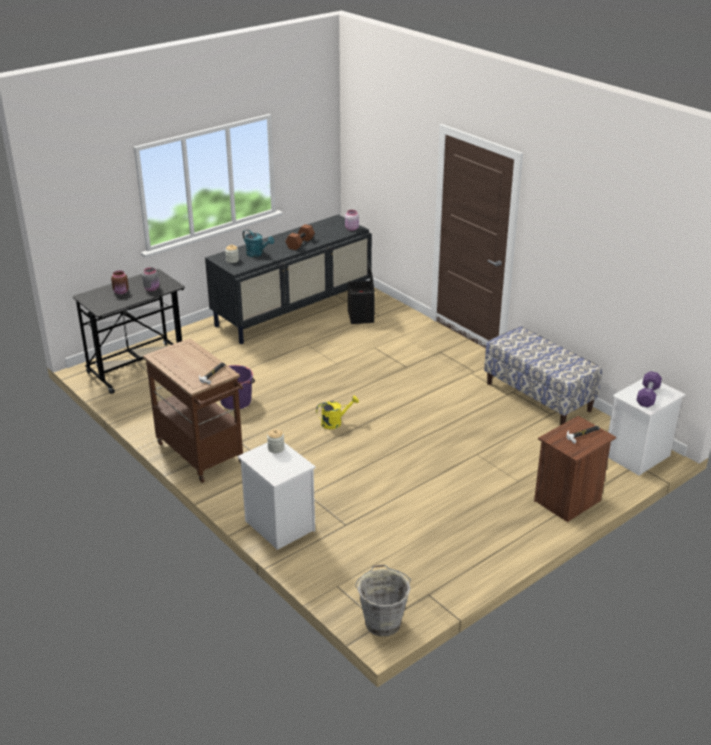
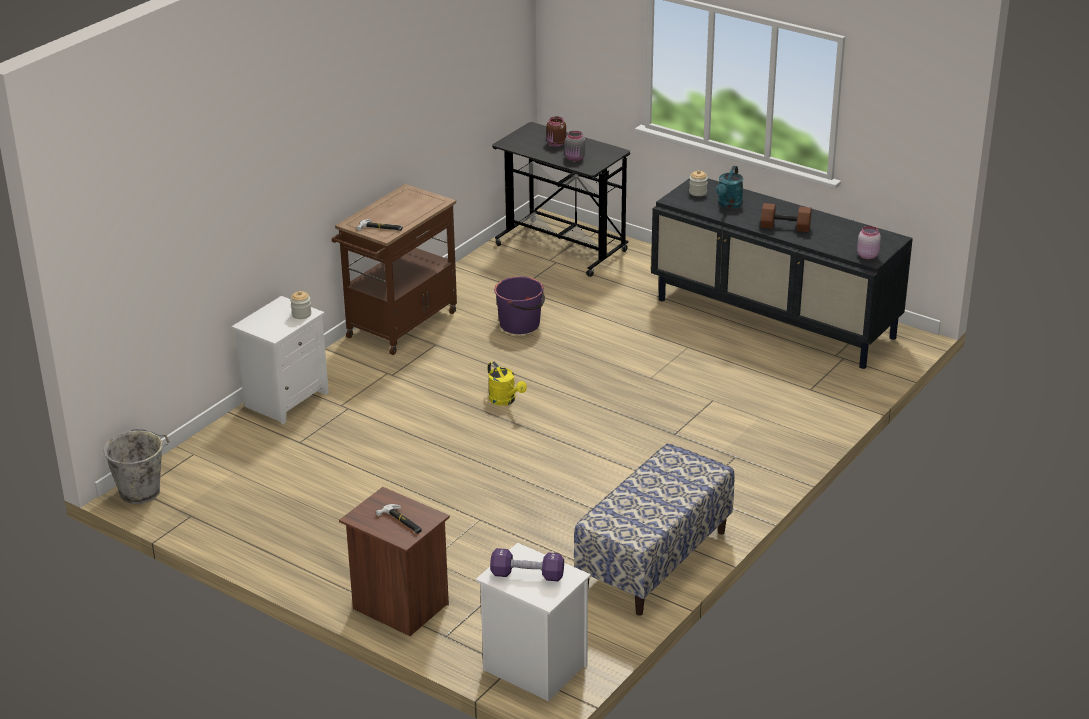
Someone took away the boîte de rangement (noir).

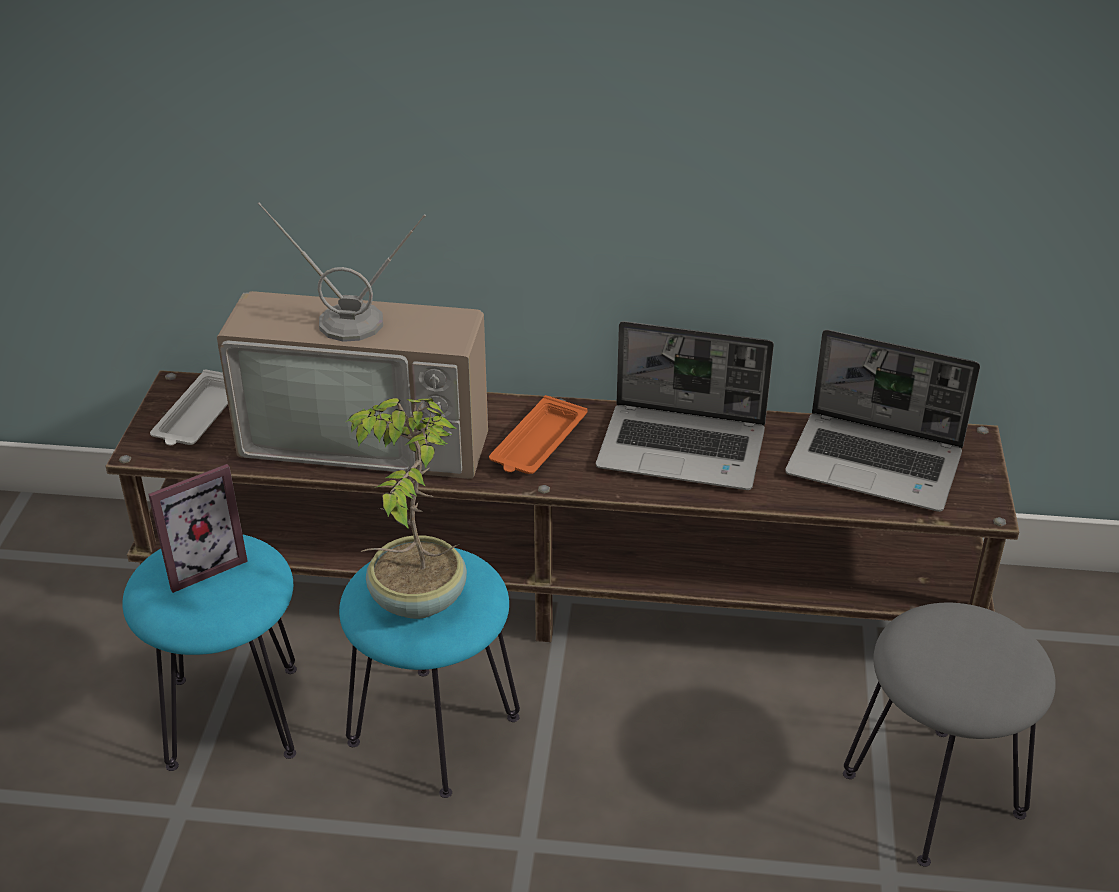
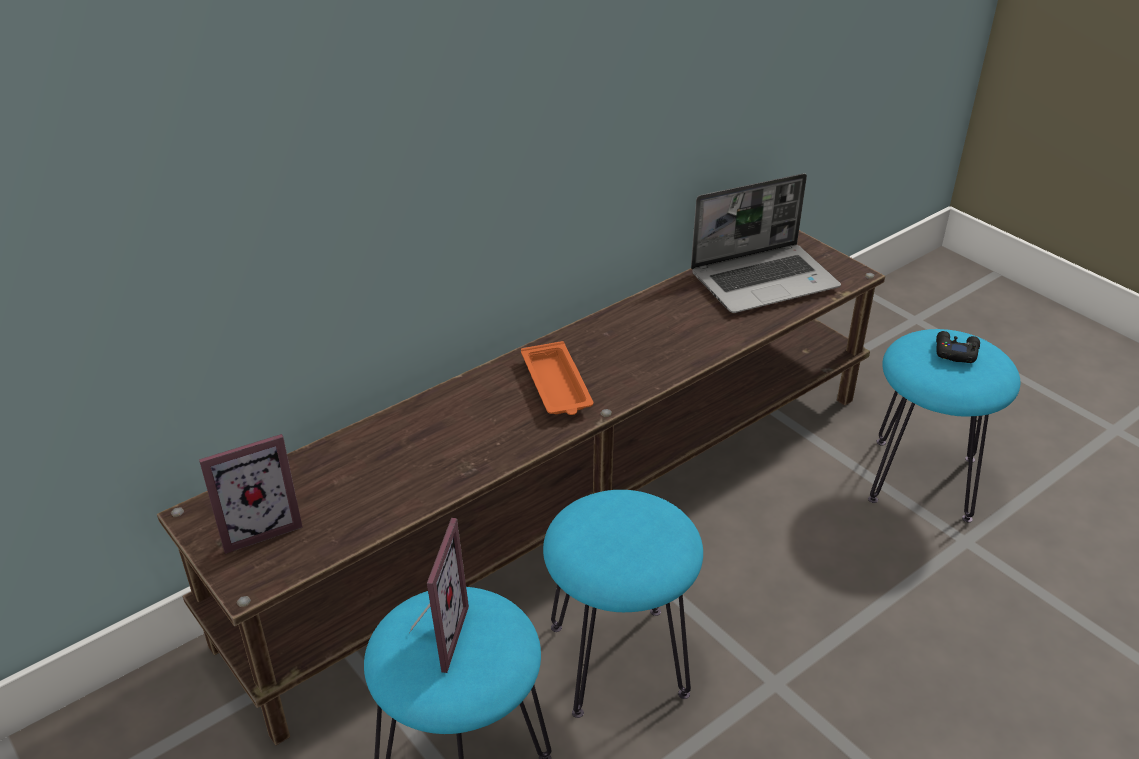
Someone took away the téléviseur. Someone took away the ordinateur portable (1st from left). Someone swapped the plateau (blanc) for the cadre photo (1st from left). Someone took away the plante en pot. Someone repainted the tabouret (gris), which became the tabouret (turquoise) (3rd from left). Someone put down the manette (noir).

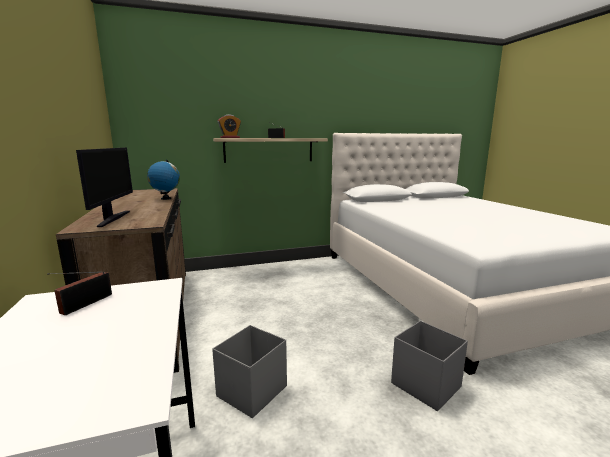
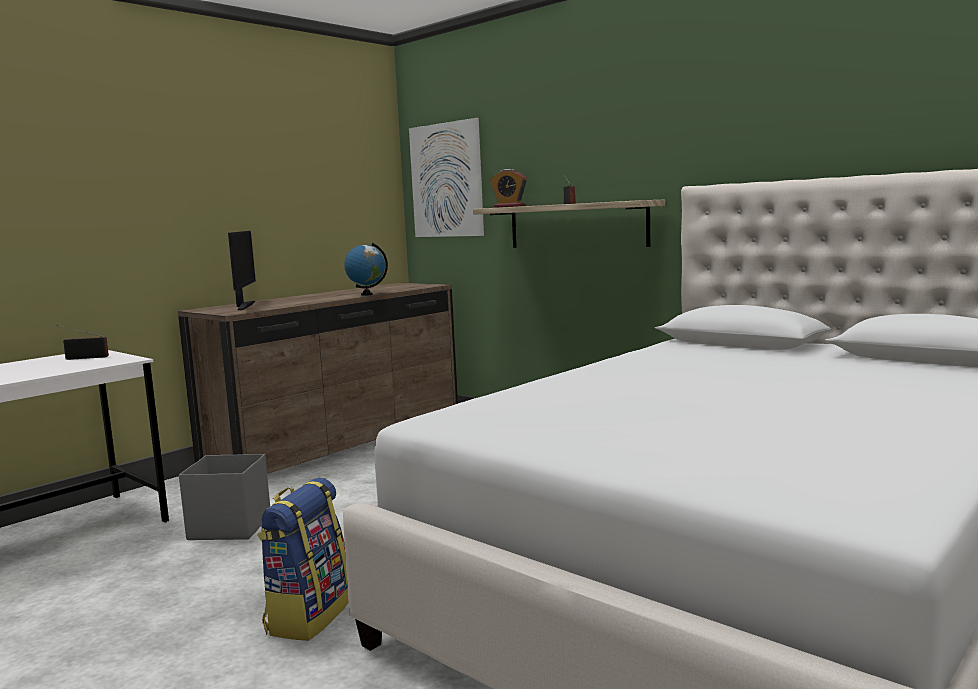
Someone rotated the écran d'ordinateur by 60 degrees counterclockwise. Someone swapped the boîte de rangement (gris) (2nd from left) for the sac à dos. Someone put up the tableau.

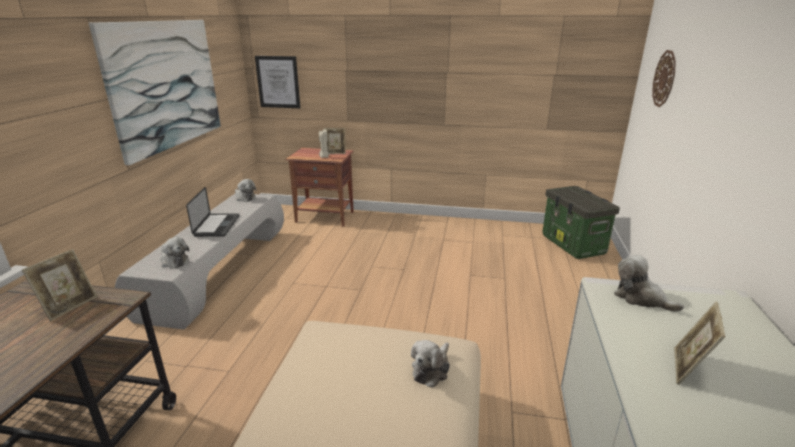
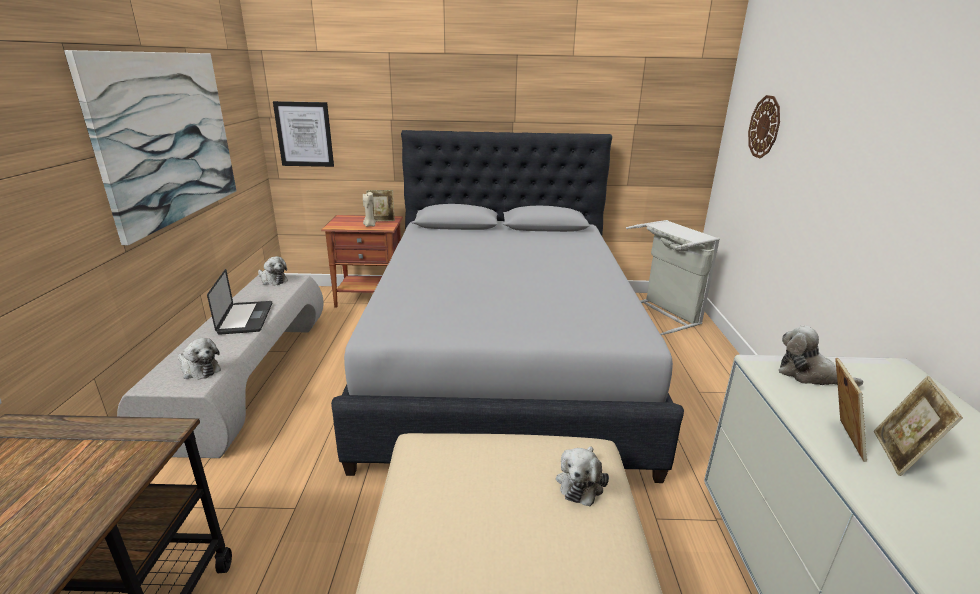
Someone swapped the boîte de rangement for the panier à linge (gris). Someone carried the cadre photo (1st from left in the first image). Someone put down the lit (gris).

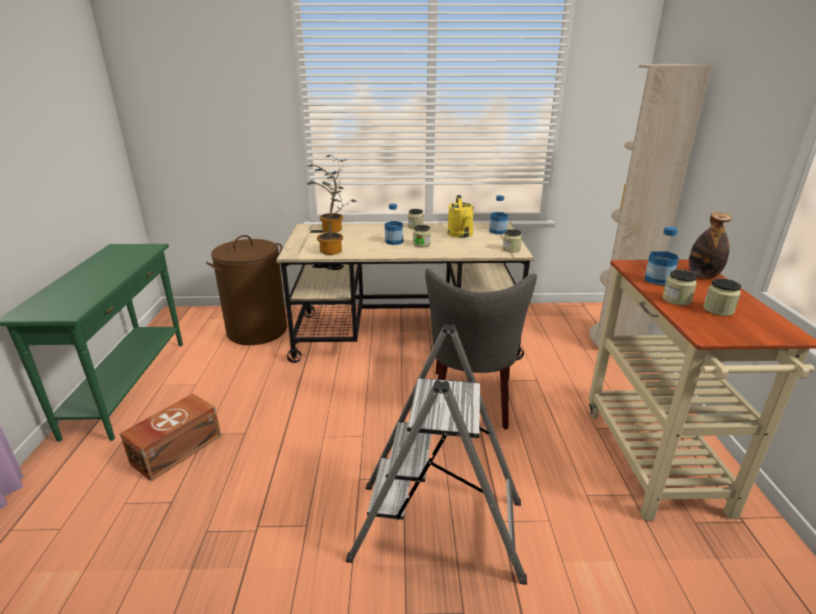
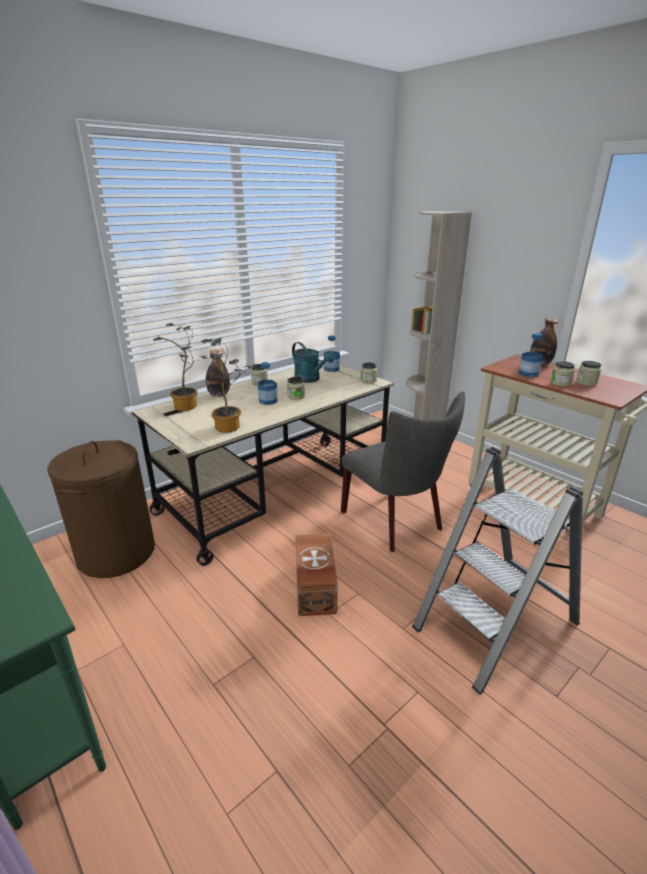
Someone repainted the arrosoir (jaune), which became the arrosoir (turquoise). Someone carried the boîte de rangement (marron). Someone put down the bouteille (1st from left).

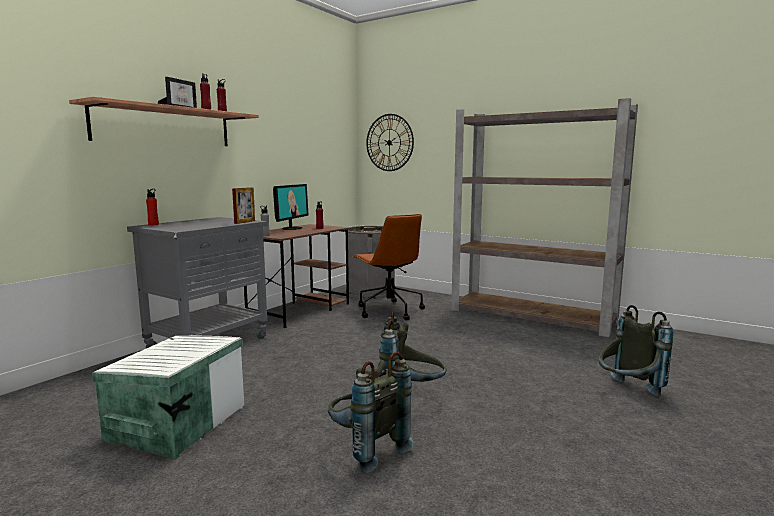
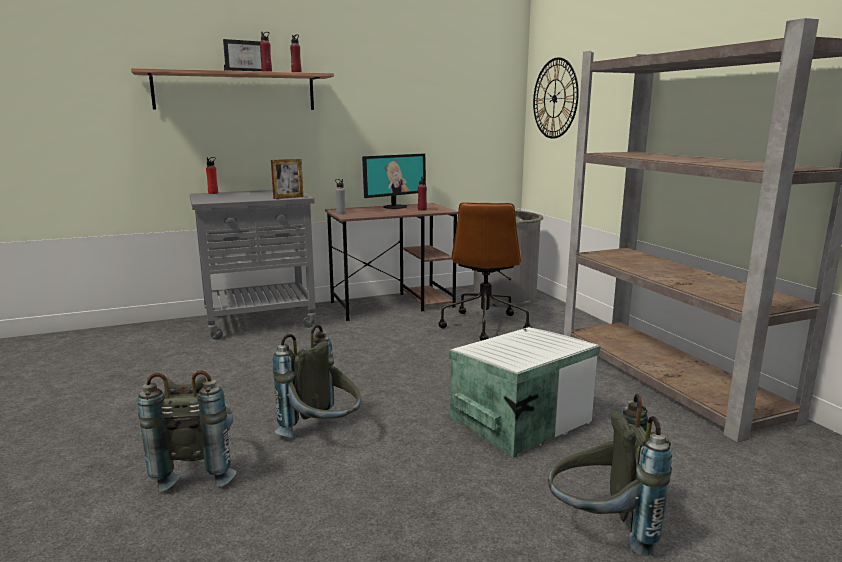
Someone carried the boîte de rangement (blanc).

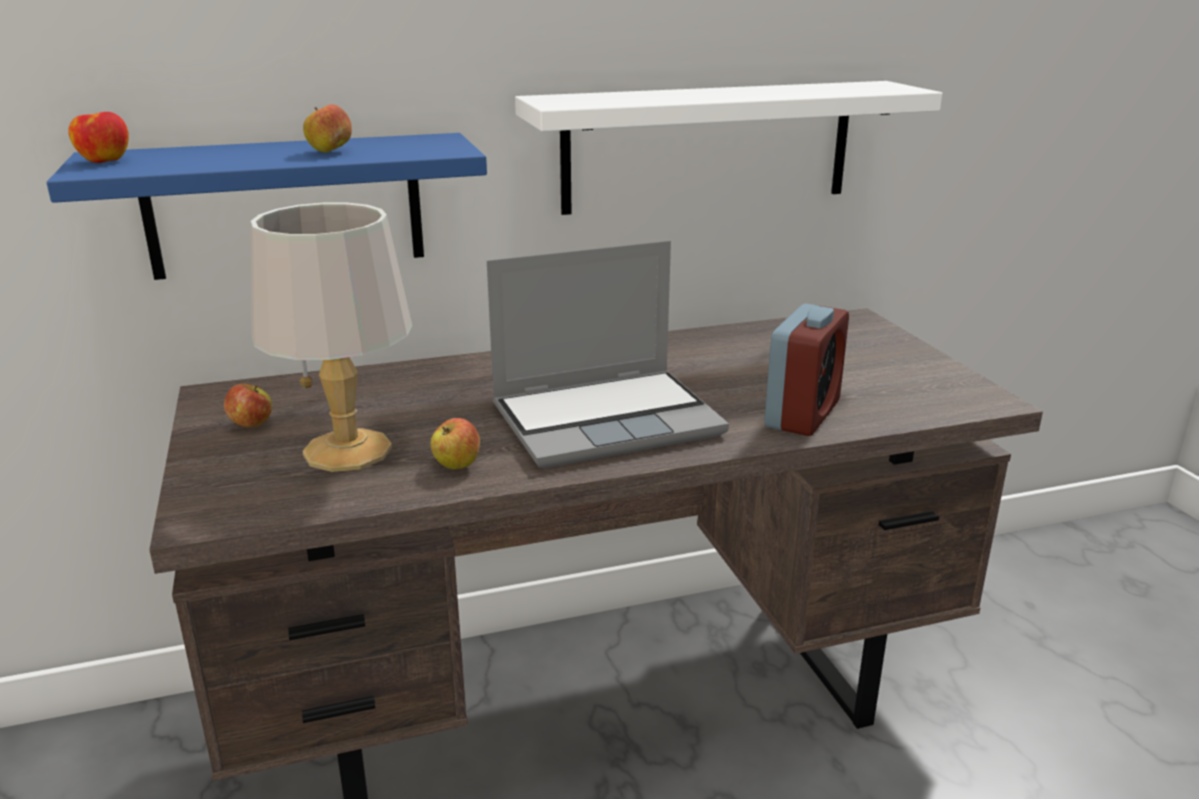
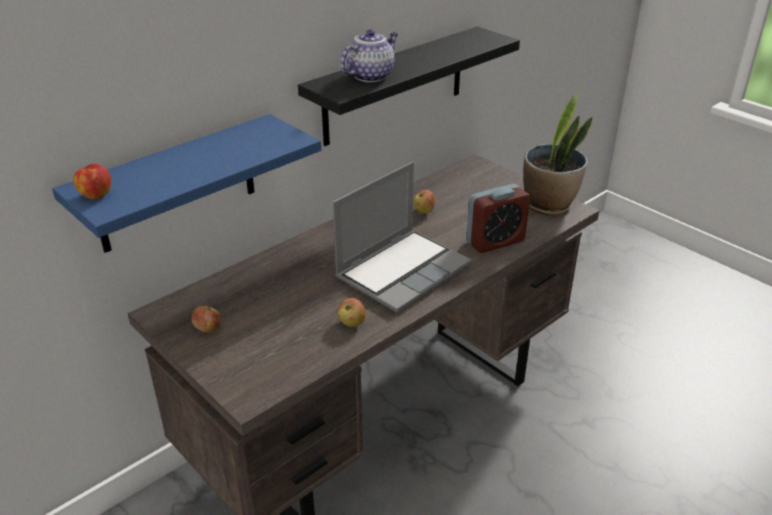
Someone repainted the étagère (blanc), which became the étagère (noir). Someone carried the pomme (3rd from left in the first image). Someone took away the lampe de table (gris). Someone rotated the réveil by 60 degrees clockwise. Someone put down the théière. Someone put down the plante en pot.

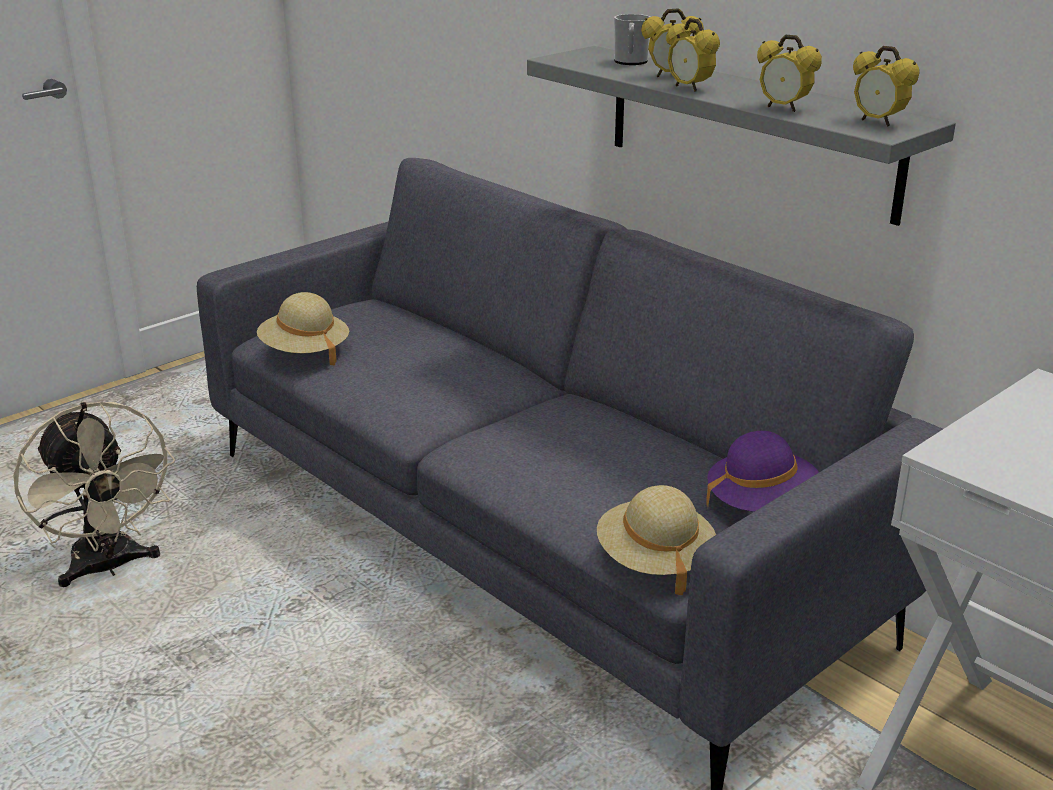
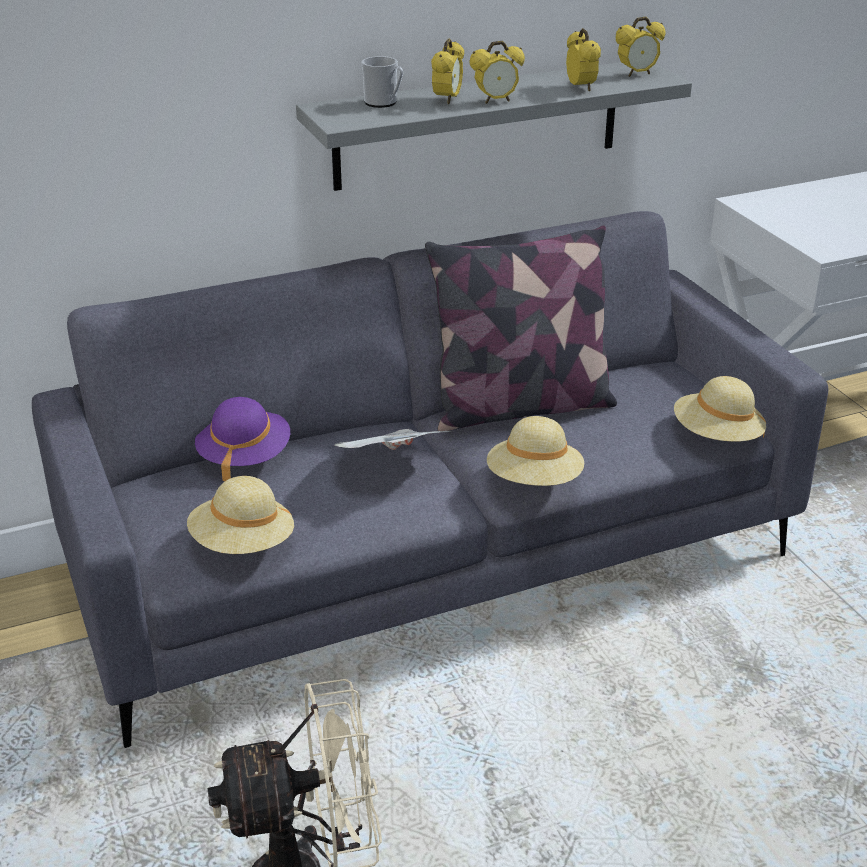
Someone rotated the réveil (3rd from left) by 75 degrees counterclockwise. Someone carried the chapeau (violet). Someone put down the coussin. Someone put down the chapeau (beige) (2nd from left). Someone put down the journal.

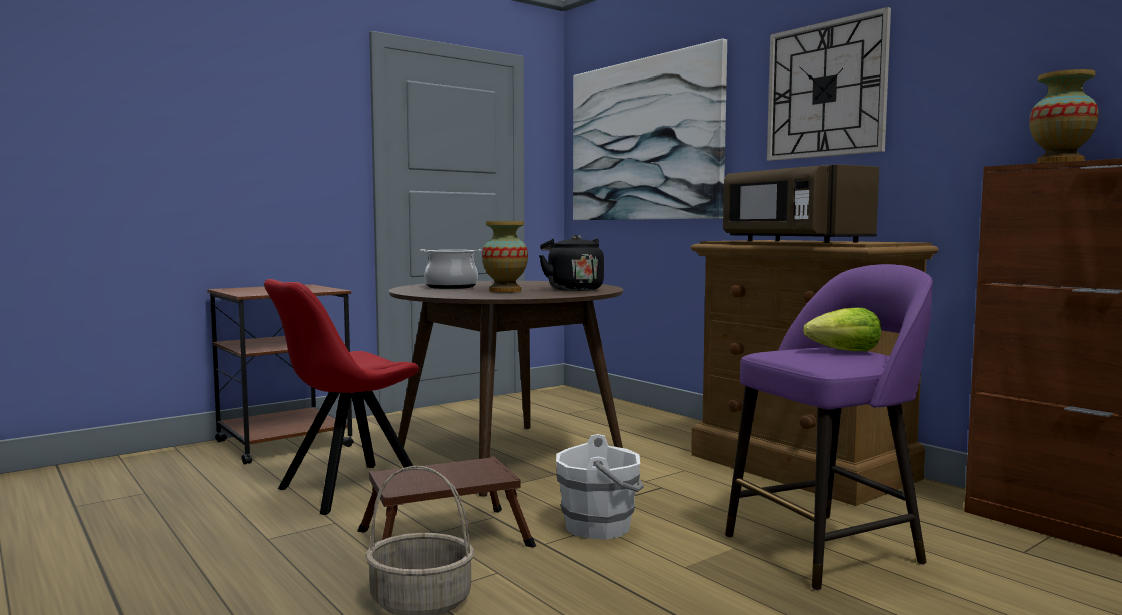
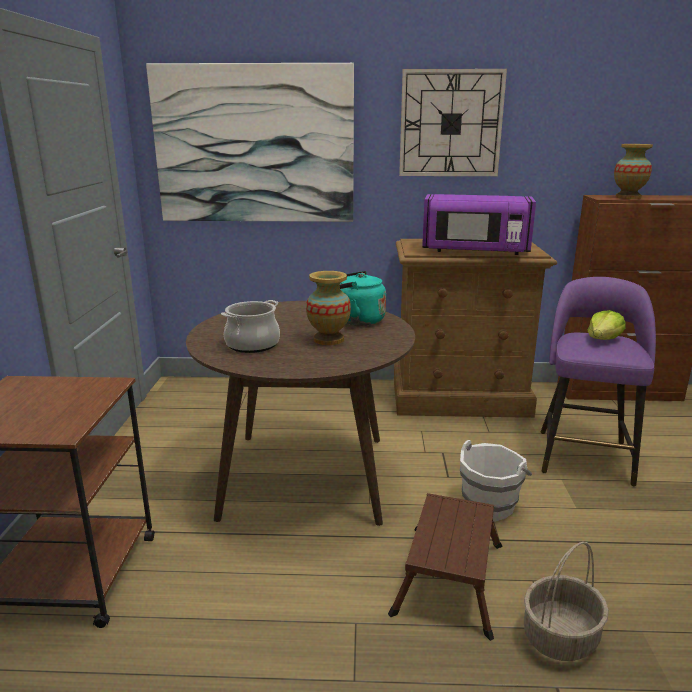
Someone repainted the micro-ondes (marron), which became the micro-ondes (violet). Someone repainted the bouilloire (noir), which became the bouilloire (turquoise). Someone took away the chaise (rouge).

